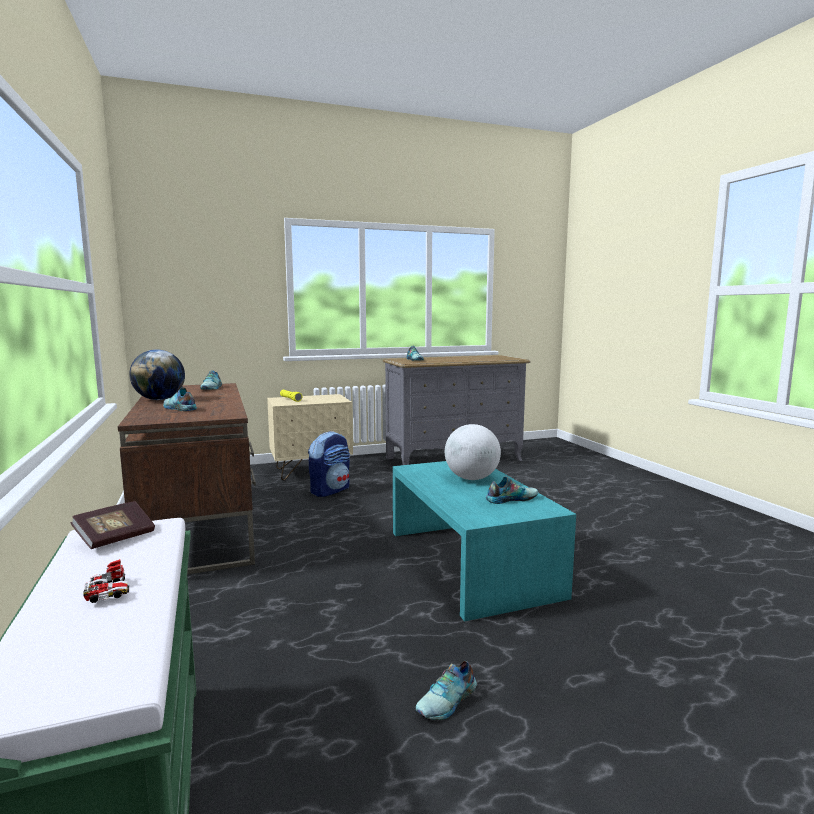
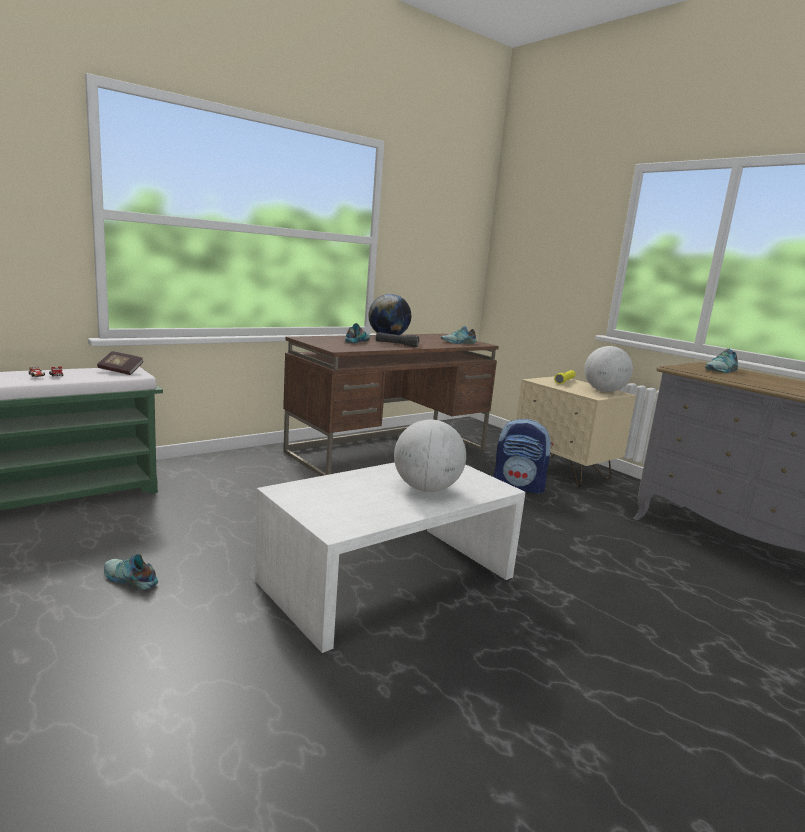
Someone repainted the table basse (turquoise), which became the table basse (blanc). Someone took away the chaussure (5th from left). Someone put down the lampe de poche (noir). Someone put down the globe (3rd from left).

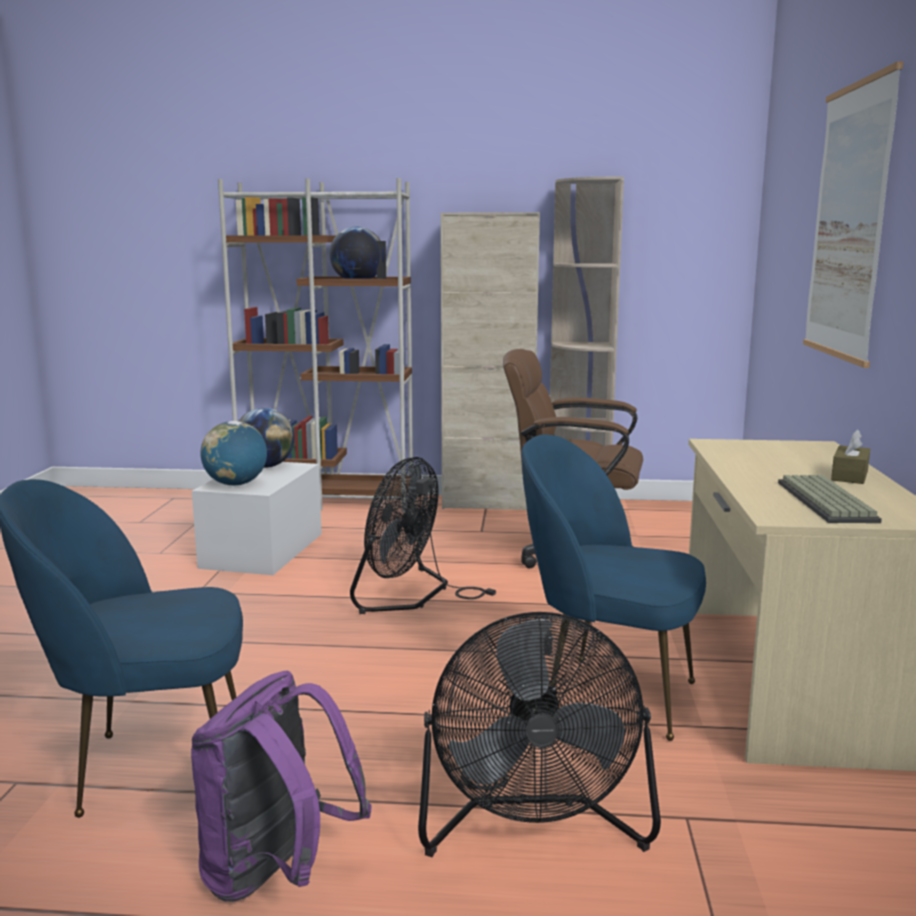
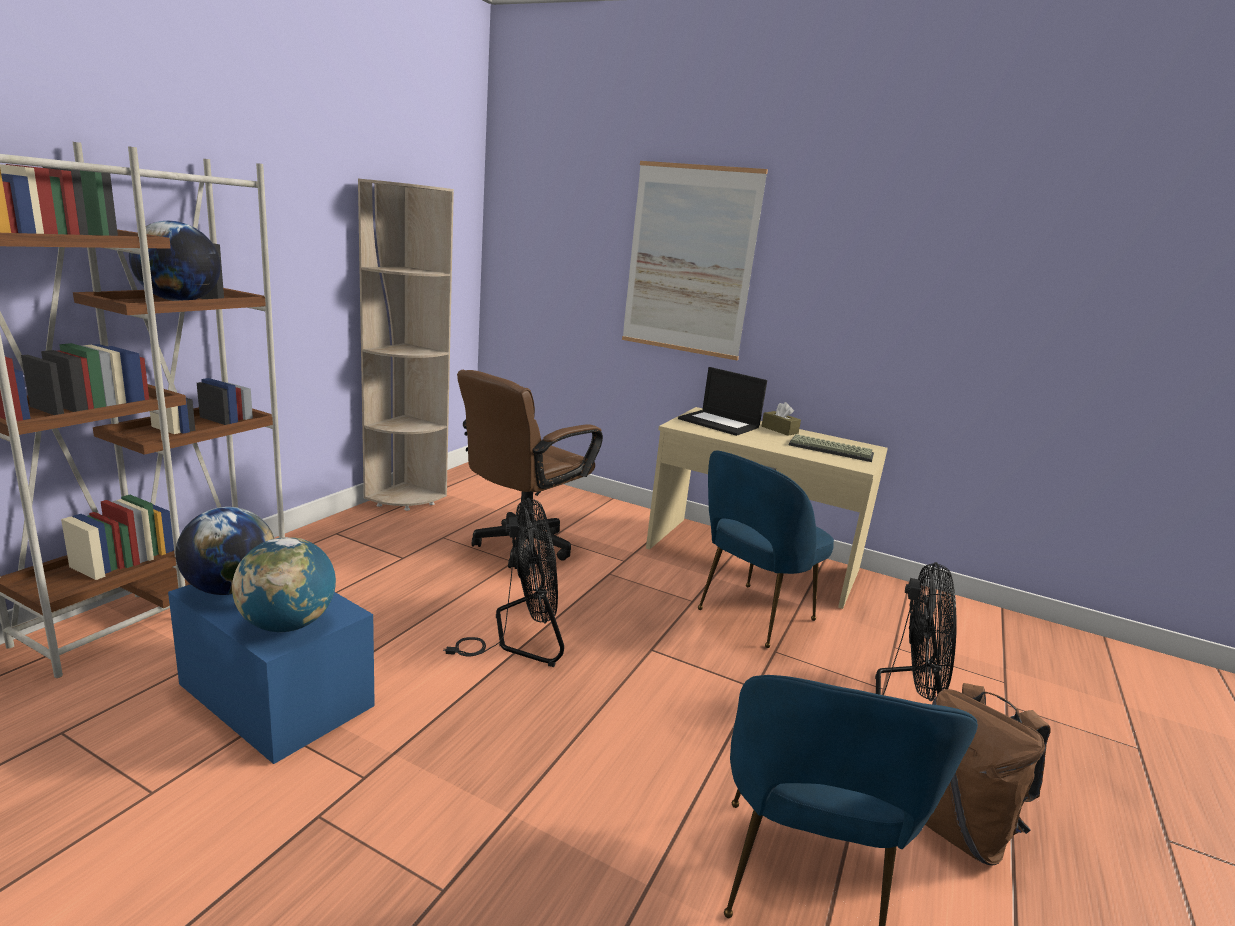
Someone took away the meuble de rangement (beige). Someone rotated the ventilateur (noir) (1st from left) by 150 degrees counterclockwise. Someone repainted the boîte de rangement (blanc), which became the boîte de rangement (bleu). Someone repainted the sac à dos (violet), which became the sac à dos (marron). Someone put down the ordinateur portable.

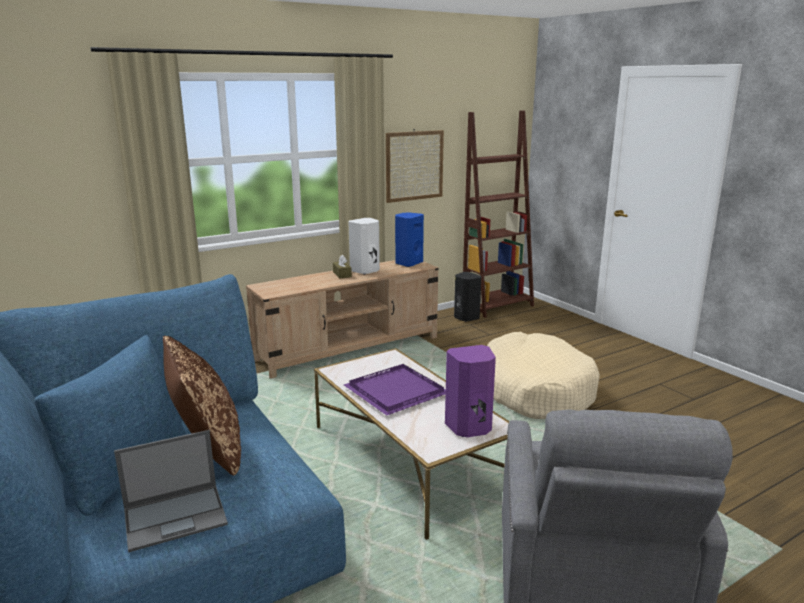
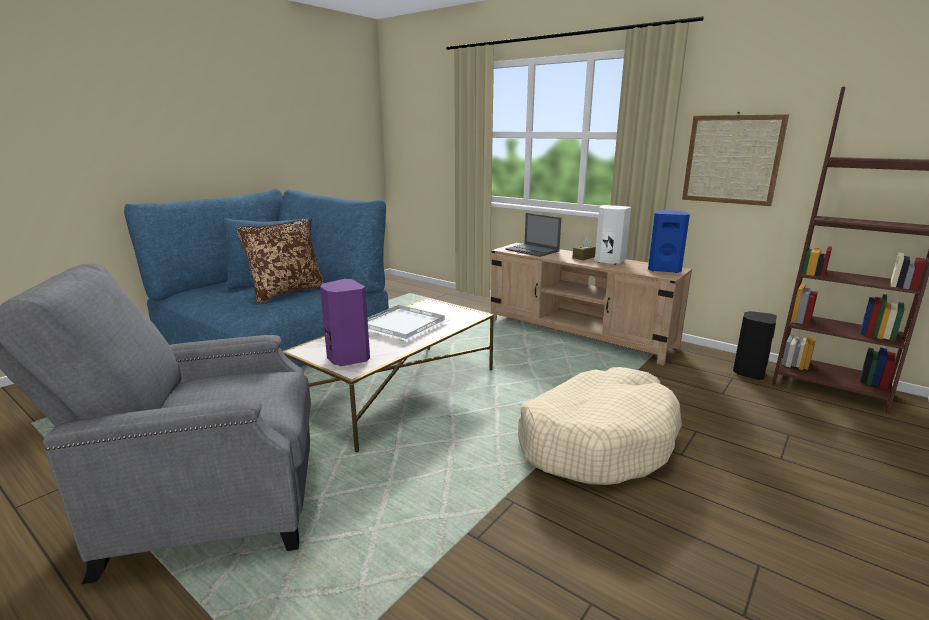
Someone repainted the plateau (violet), which became the plateau (blanc). Someone carried the ordinateur portable.

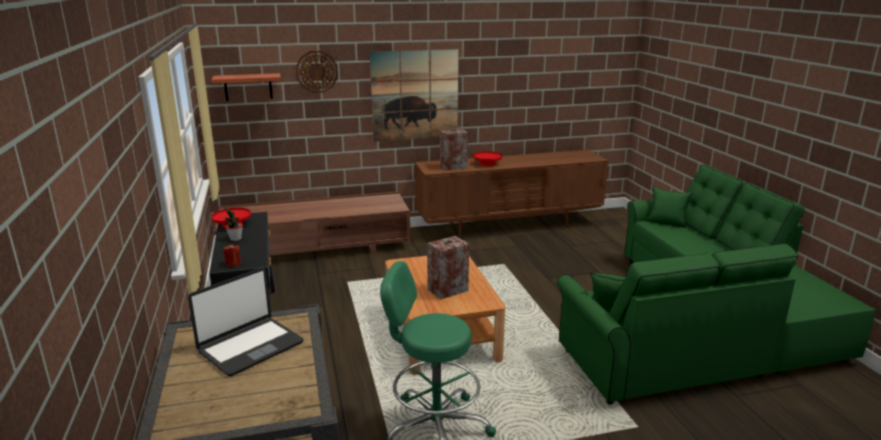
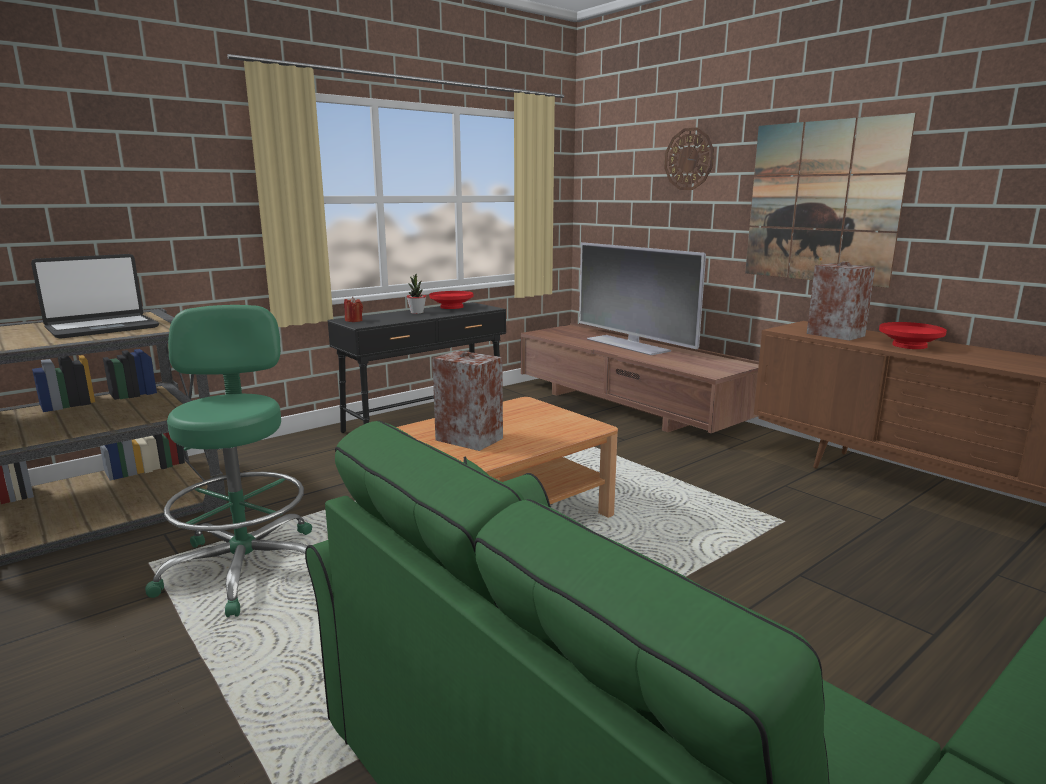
Someone took away the étagère. Someone rotated the ordinateur portable by 60 degrees counterclockwise. Someone put down the téléviseur.

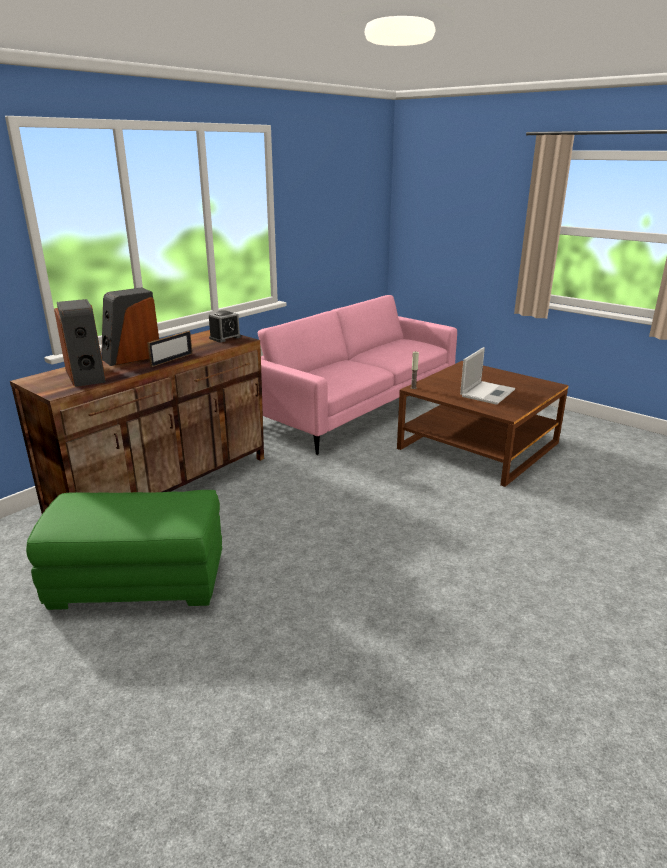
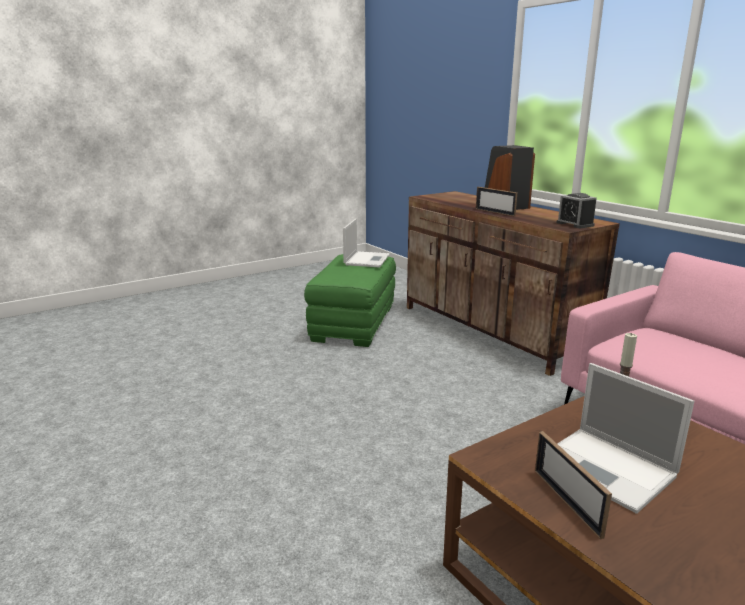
Someone took away the enceinte (1st from left). Someone put down the ordinateur portable (1st from left). Someone put down the cadre photo (2nd from left).

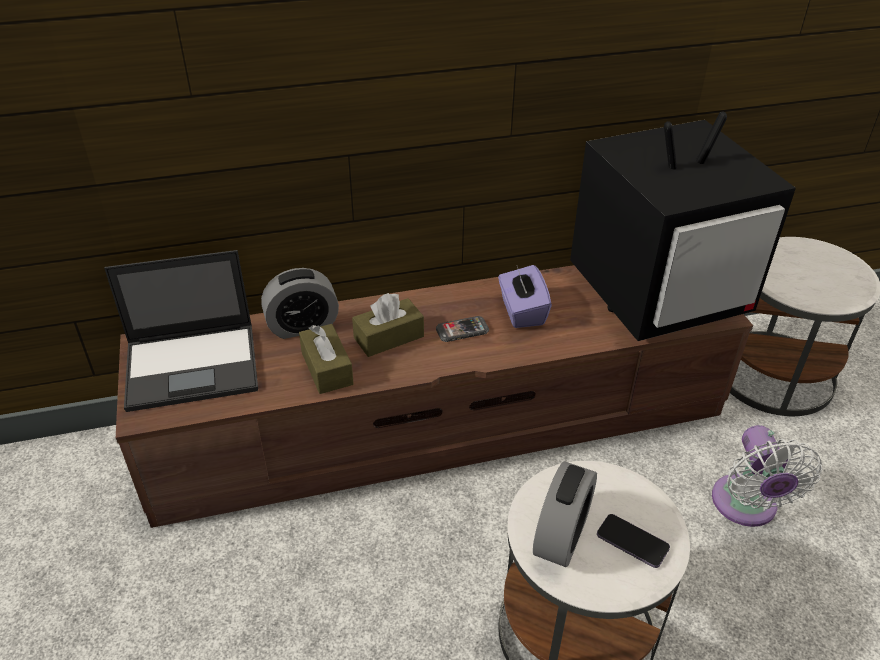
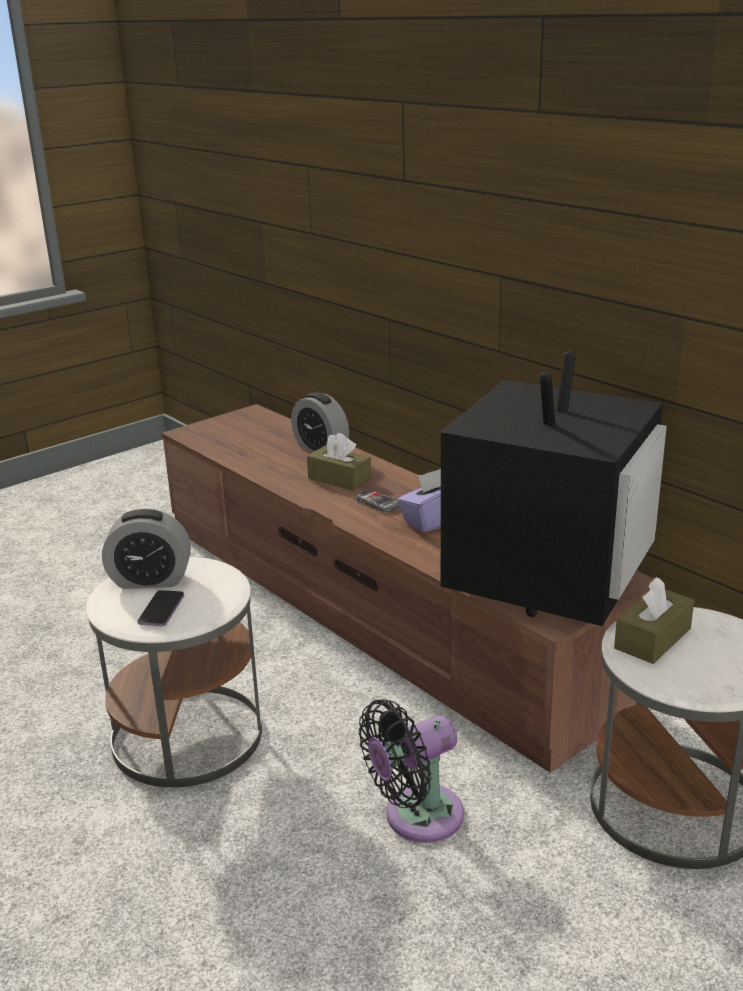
Someone rotated the téléviseur by 105 degrees counterclockwise. Someone took away the ordinateur portable. Someone carried the boîte à mouchoirs (marron) (1st from left in the first image). Someone repainted the ventilateur (blanc), which became the ventilateur (noir).

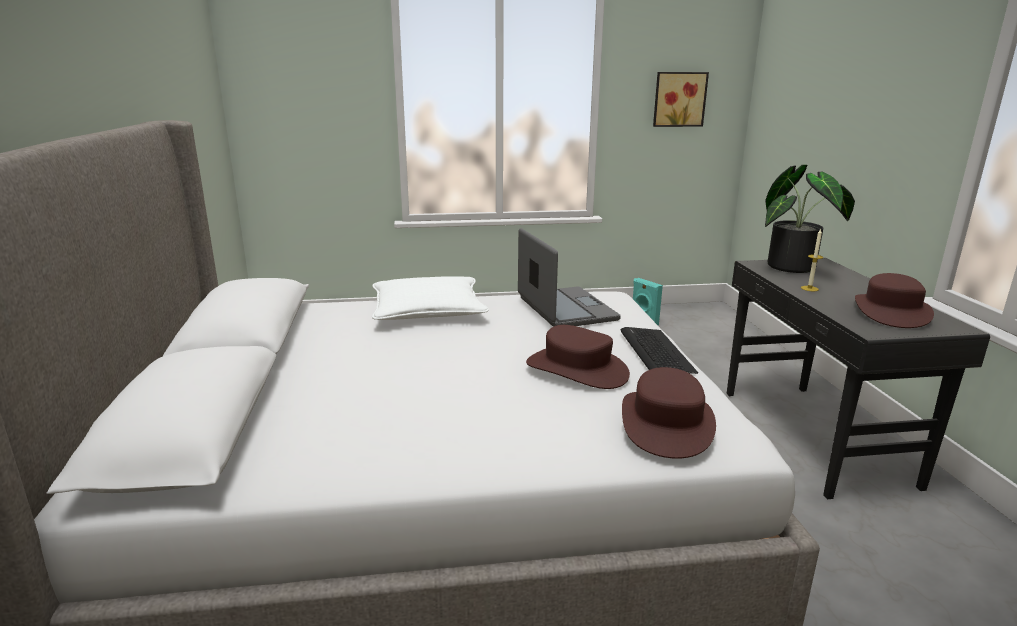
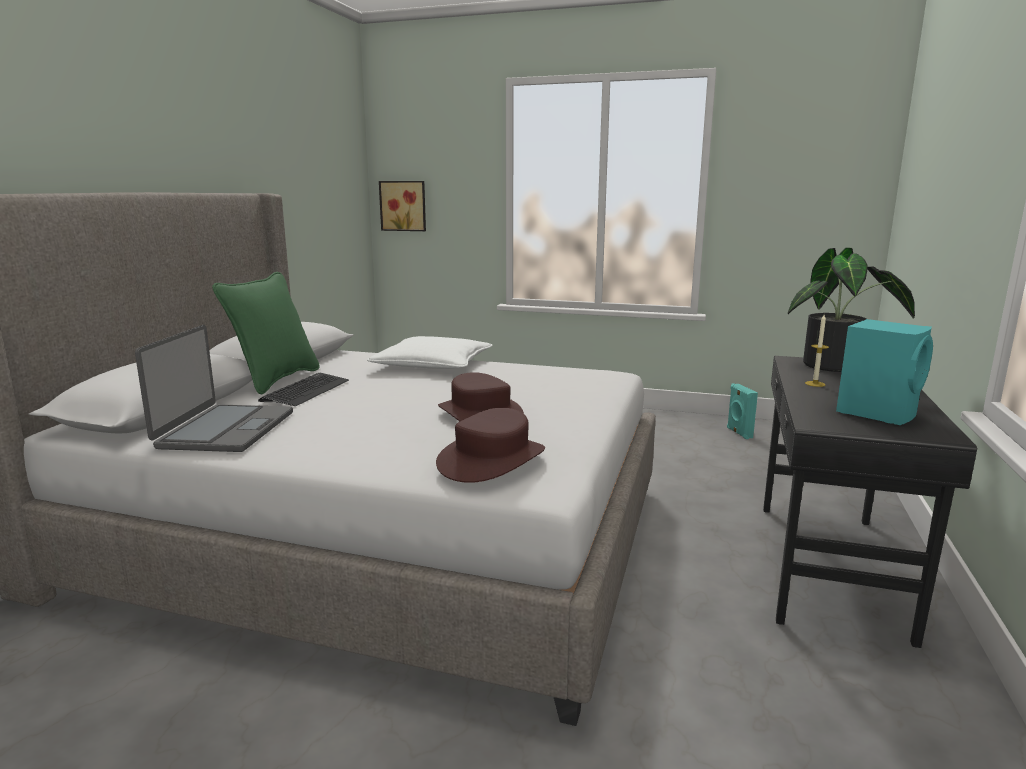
Someone carried the tableau. Someone carried the ordinateur portable. Someone swapped the chapeau (marron) (3rd from left) for the enceinte (turquoise) (2nd from left). Someone carried the clavier. Someone put down the coussin (vert).

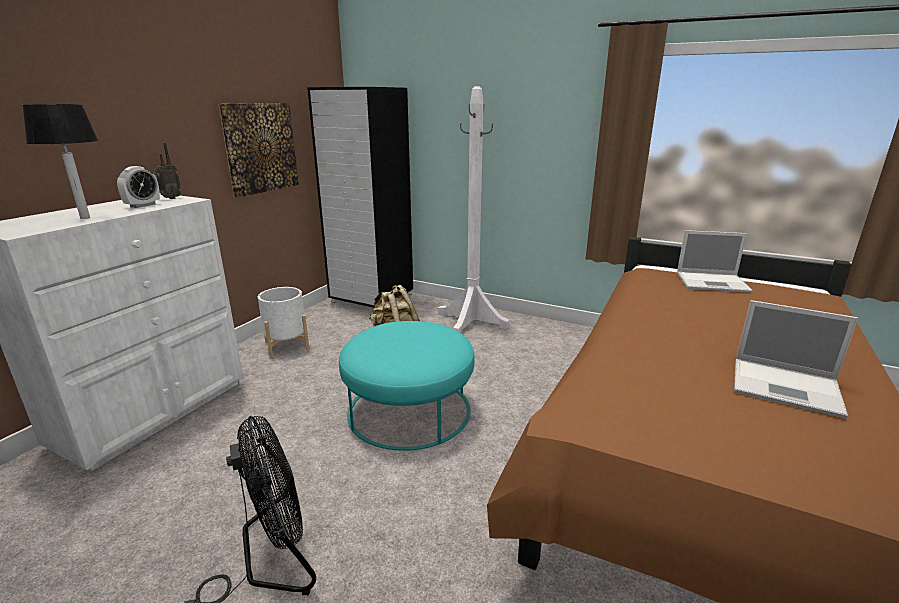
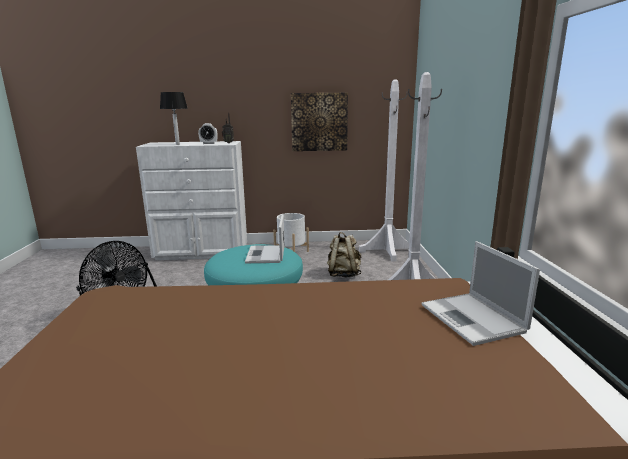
Someone swapped the armoire for the portant (blanc) (1st from left). Someone carried the ordinateur portable (2nd from left in the first image).

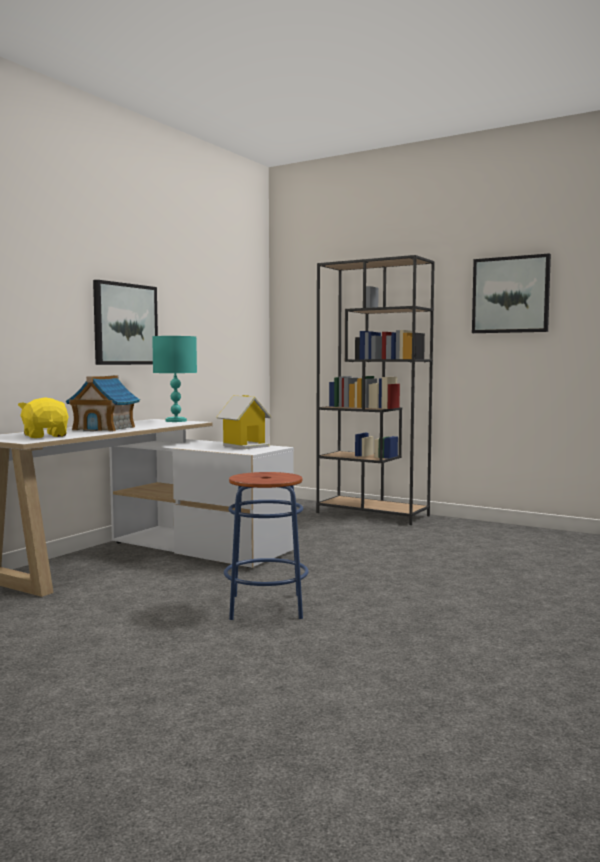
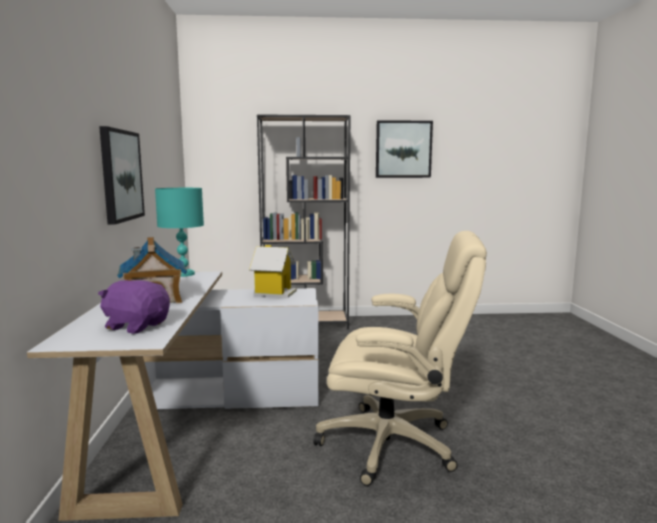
Someone repainted the peluche (jaune), which became the peluche (violet). Someone swapped the tabouret (bleu) for the chaise de bureau (beige).

